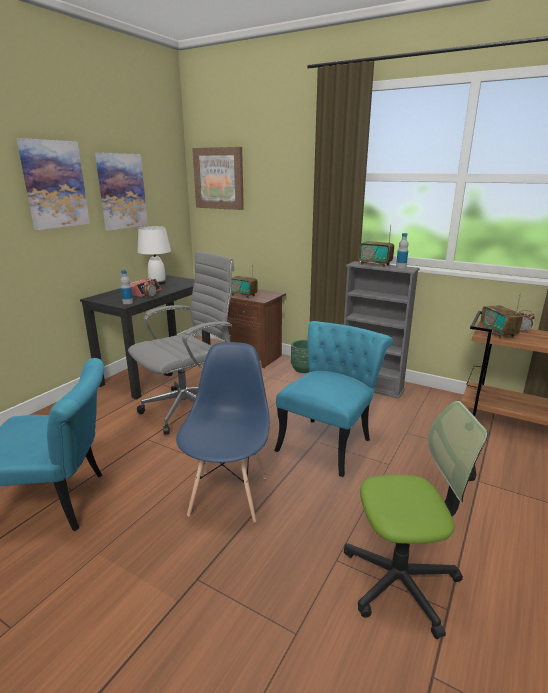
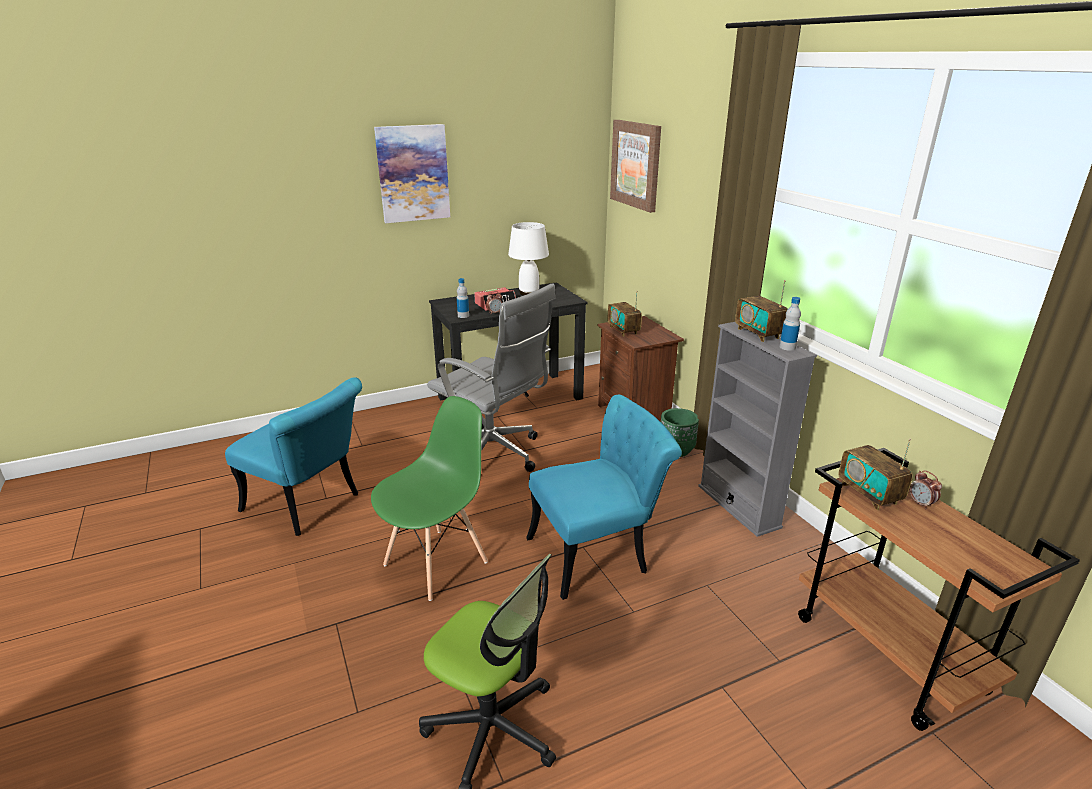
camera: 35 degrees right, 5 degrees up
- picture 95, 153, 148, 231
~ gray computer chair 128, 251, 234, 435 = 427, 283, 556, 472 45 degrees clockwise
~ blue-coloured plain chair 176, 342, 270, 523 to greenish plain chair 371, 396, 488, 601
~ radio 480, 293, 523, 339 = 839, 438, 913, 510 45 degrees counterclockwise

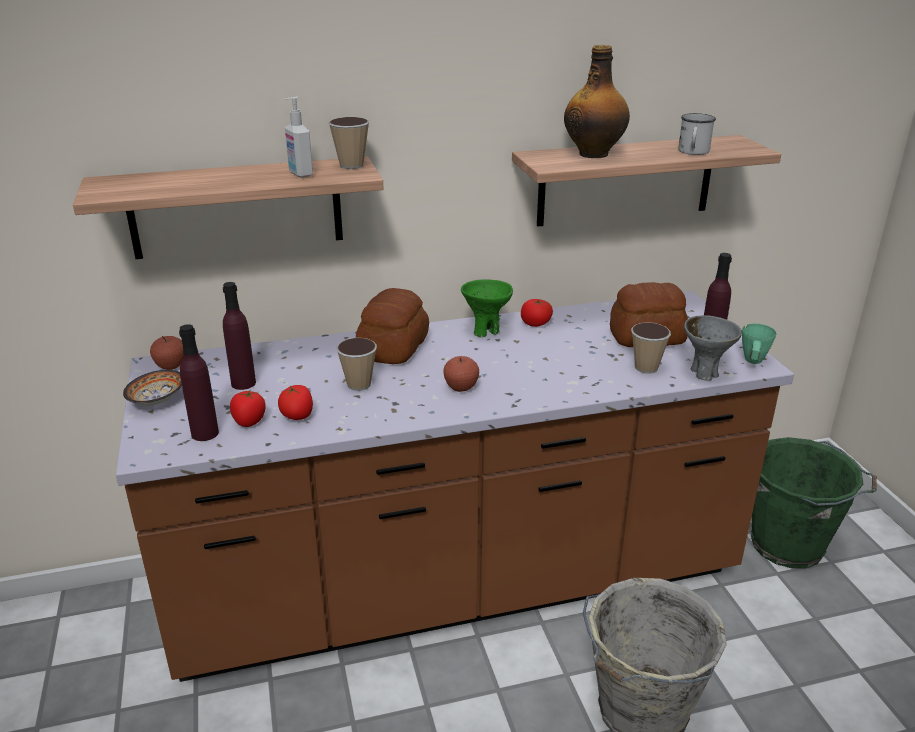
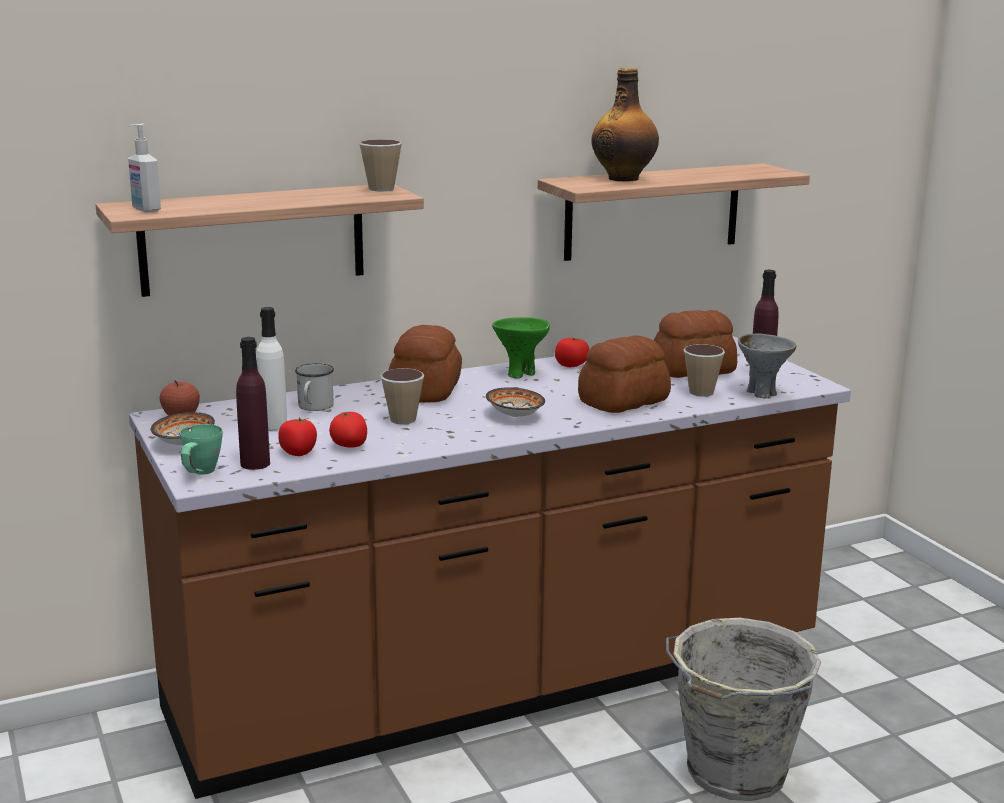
camera: 10 degrees left, 10 degrees down
~ purple bottle 223, 282, 256, 390 to white bottle 256, 307, 287, 430
~ liquid soap bottle 284, 97, 313, 178 to 128, 123, 161, 212
~ whole apple 443, 356, 479, 392 to deep dish 486, 387, 545, 417
~ white mug 678, 113, 716, 155 to 295, 363, 334, 411
~ greenish mug 742, 323, 777, 364 to 180, 424, 223, 475
- greenish bucket 751, 437, 877, 568
+ bakery bread 578, 336, 671, 413

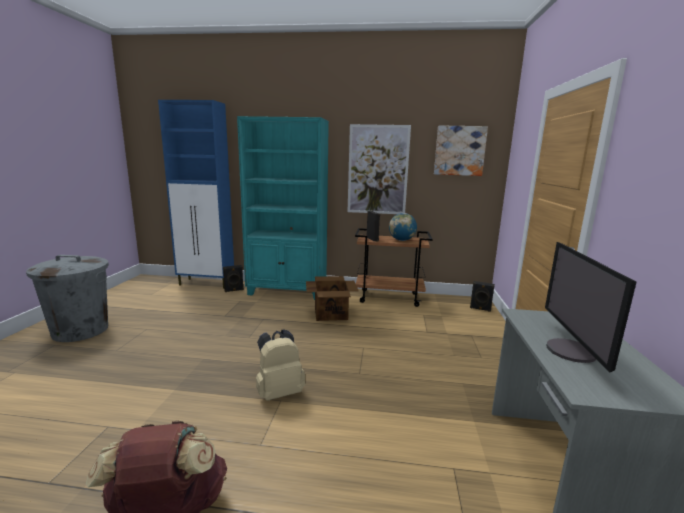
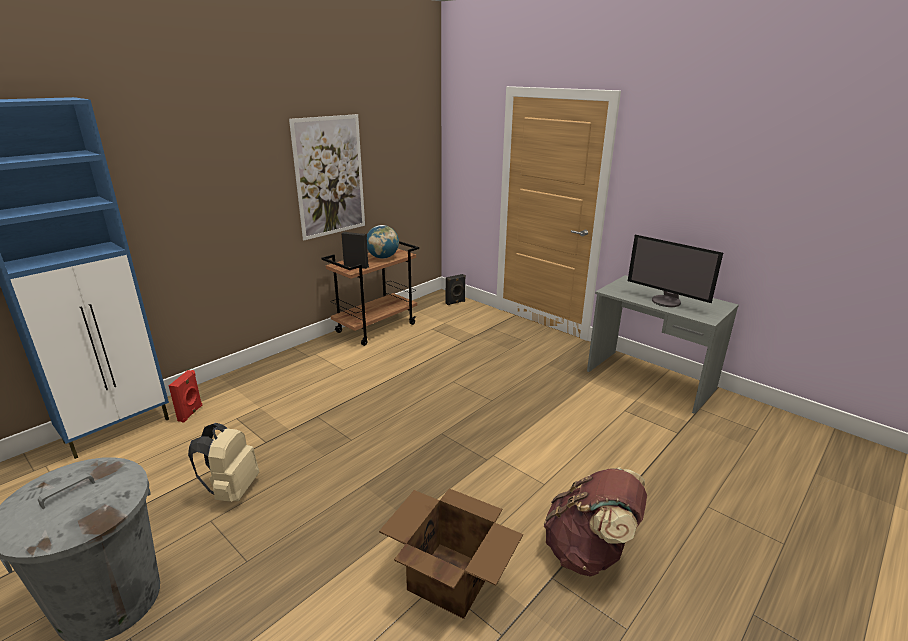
camera: 55 degrees left, 10 degrees up
~ black loudspeaker 223, 265, 244, 292 to red loudspeaker 169, 370, 202, 423
- turquoise-coloured bookcase 237, 116, 329, 300
~ beige-coloured backpack 256, 329, 305, 401 to 188, 423, 259, 502
~ cardboard box 306, 276, 359, 321 to 379, 488, 523, 619
- picture 434, 125, 488, 176

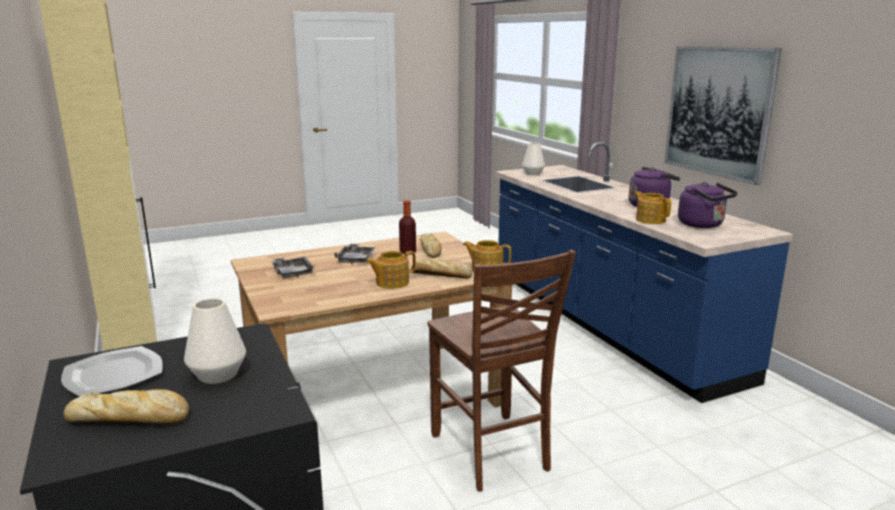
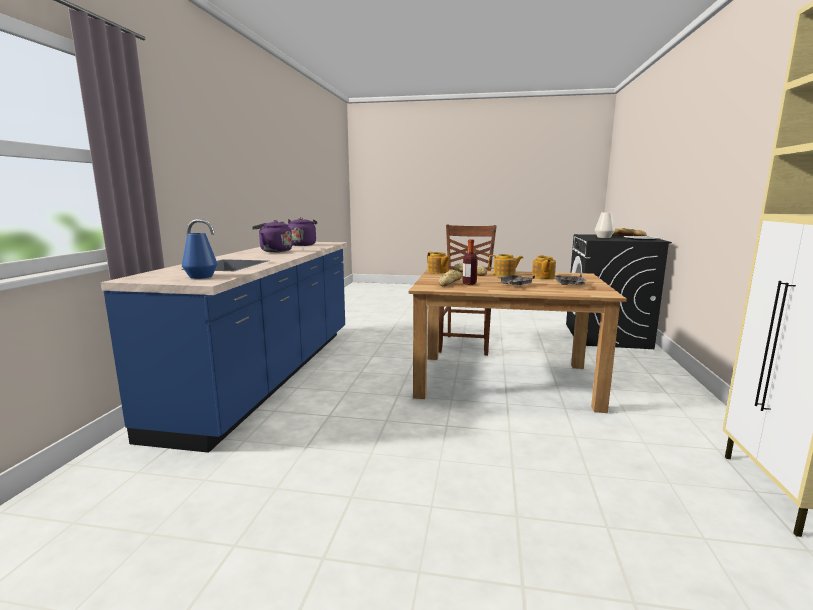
camera: 145 degrees left, 5 degrees down
~ white vase 522, 143, 545, 175 to blue-coloured vase 182, 233, 218, 279
~ teapot 634, 191, 671, 224 to 532, 255, 556, 279
- picture 664, 46, 782, 185

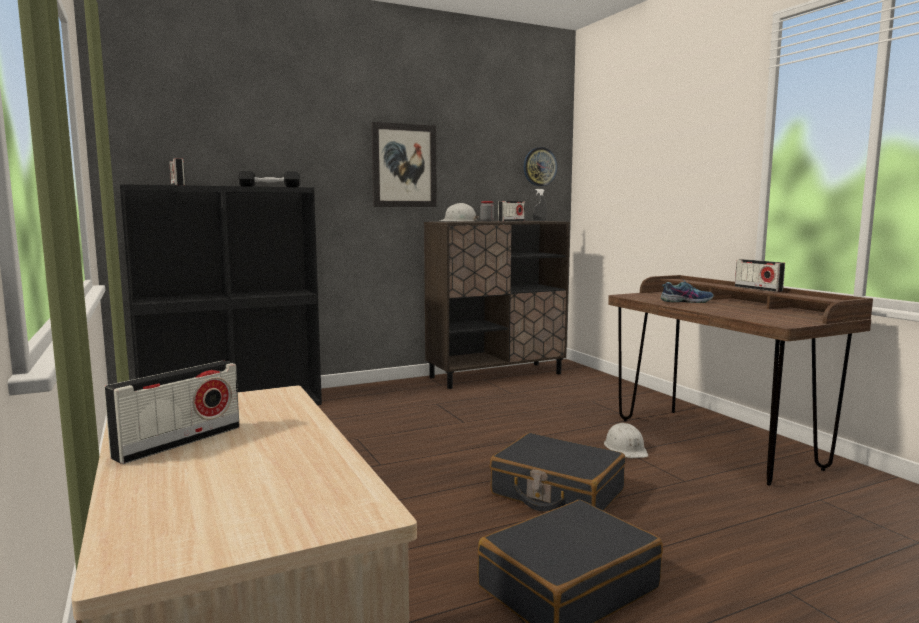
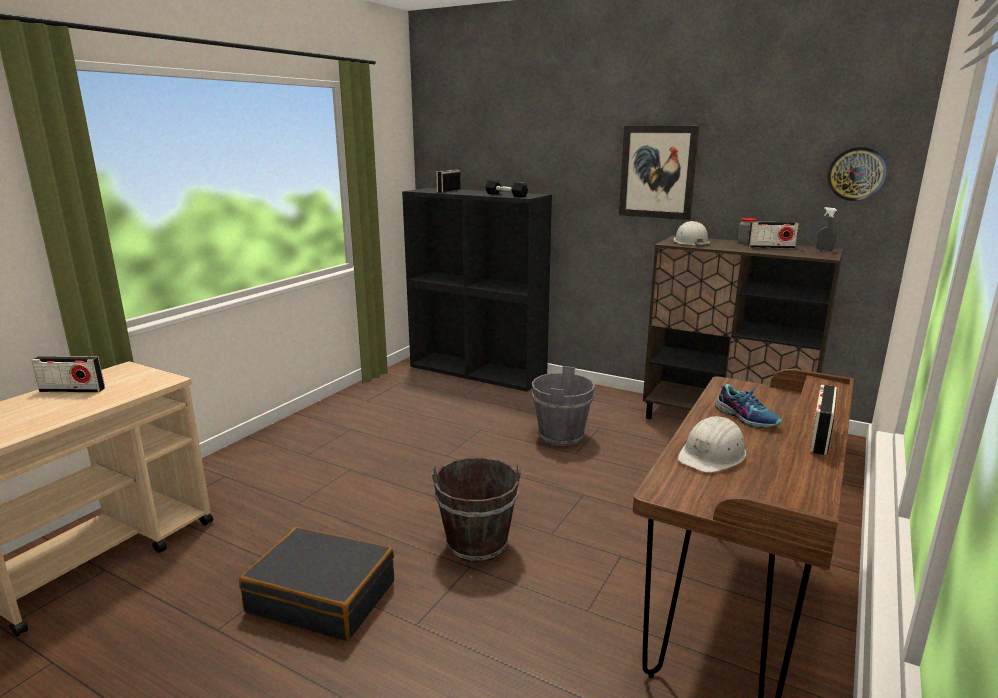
camera: 55 degrees right, 10 degrees up
~ black piece of luggage 490, 433, 625, 511 to brown bucket 432, 457, 521, 563
~ white hard hat 604, 423, 648, 458 to 678, 416, 746, 473
+ gray bucket 532, 366, 595, 446

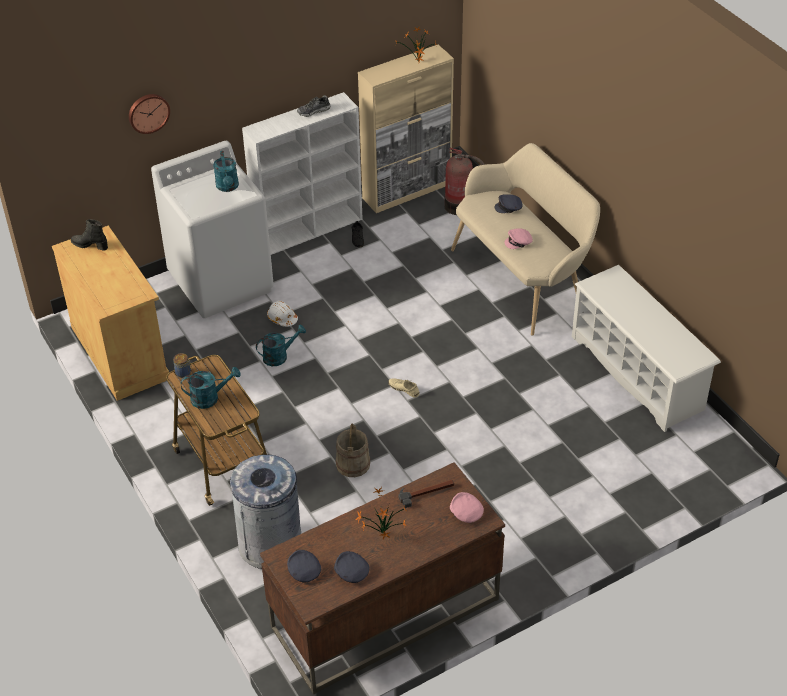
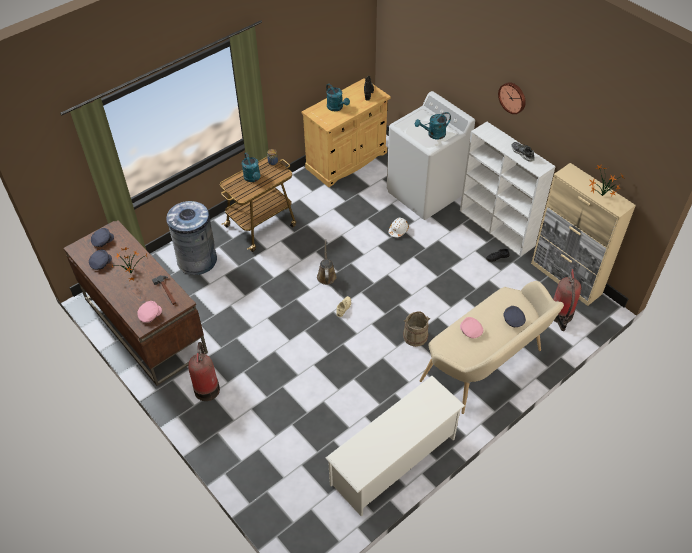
camera: 80 degrees right, 5 degrees up
~ clock on the wall 129, 94, 170, 134 to 498, 82, 526, 114
~ turquoise-coloured sprinkling can 256, 325, 306, 366 to 326, 84, 350, 111
~ beige-coloured bucket 336, 423, 370, 477 to 403, 311, 430, 347
+ extinguisher 188, 342, 220, 401
+ brown sprinkling can 317, 239, 337, 285

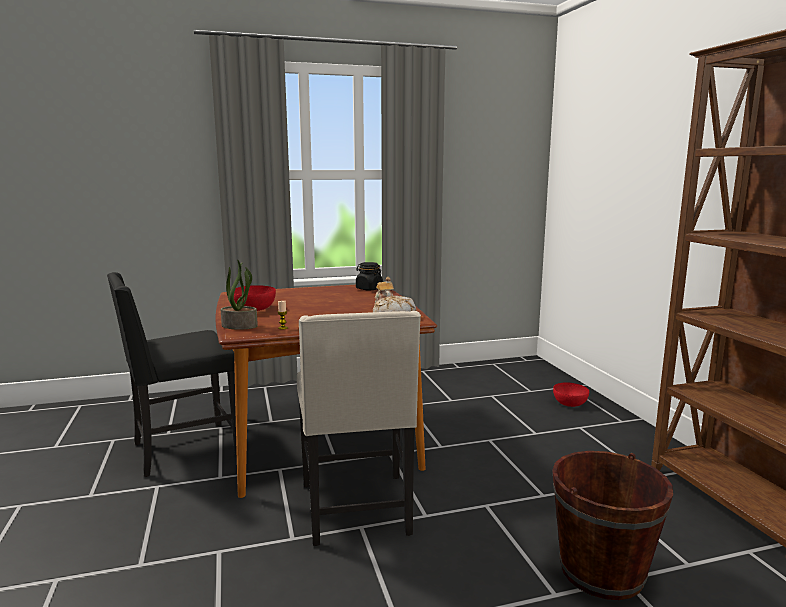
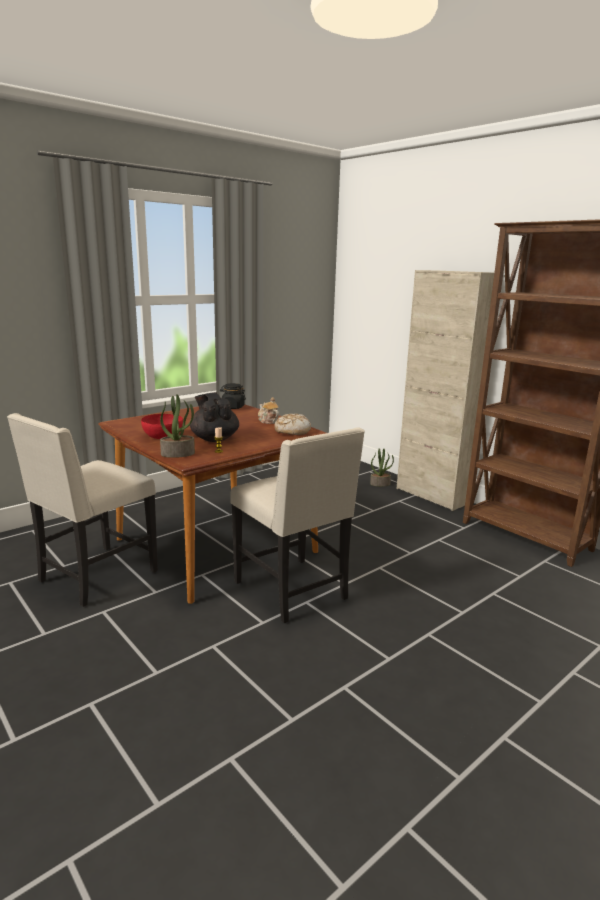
camera: 25 degrees left, 5 degrees up
~ black plain chair 107, 272, 237, 477 to beige-coloured plain chair 7, 413, 158, 607
- brown bucket 552, 451, 673, 600
~ red deep dish 553, 383, 589, 407 to houseplant 370, 448, 394, 487
+ black teapot 190, 392, 239, 442
+ beige-coloured storage cabinet 397, 270, 494, 511

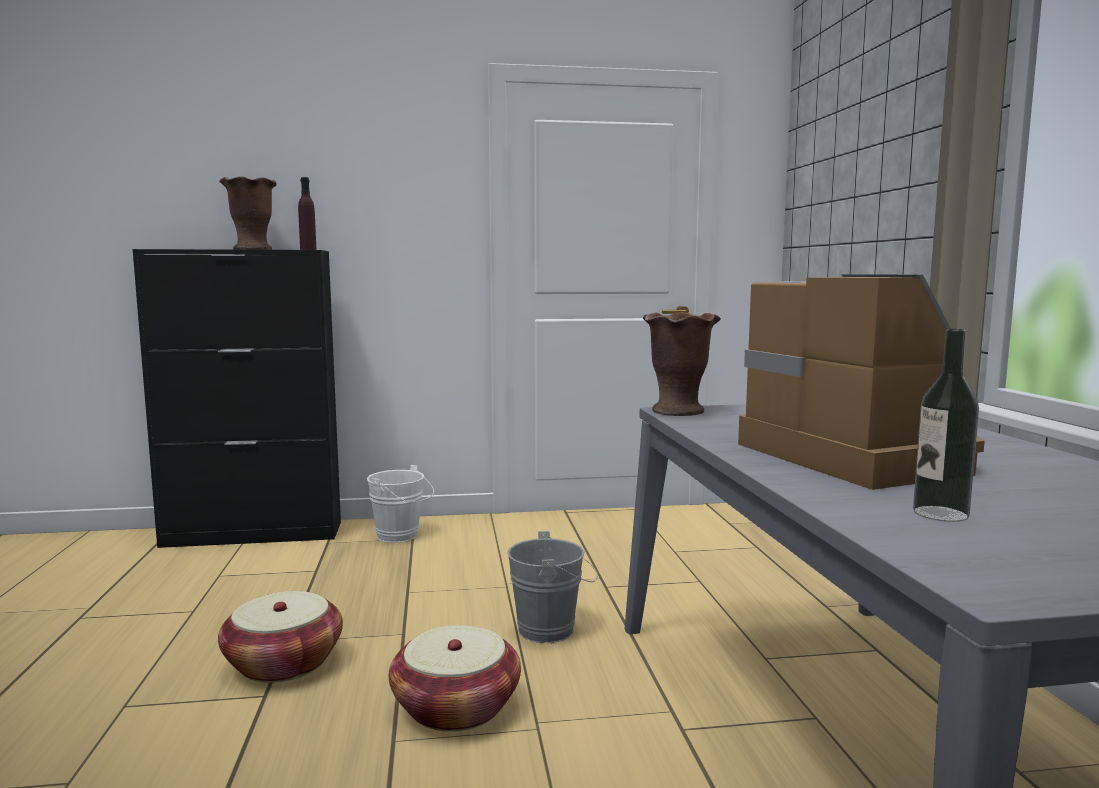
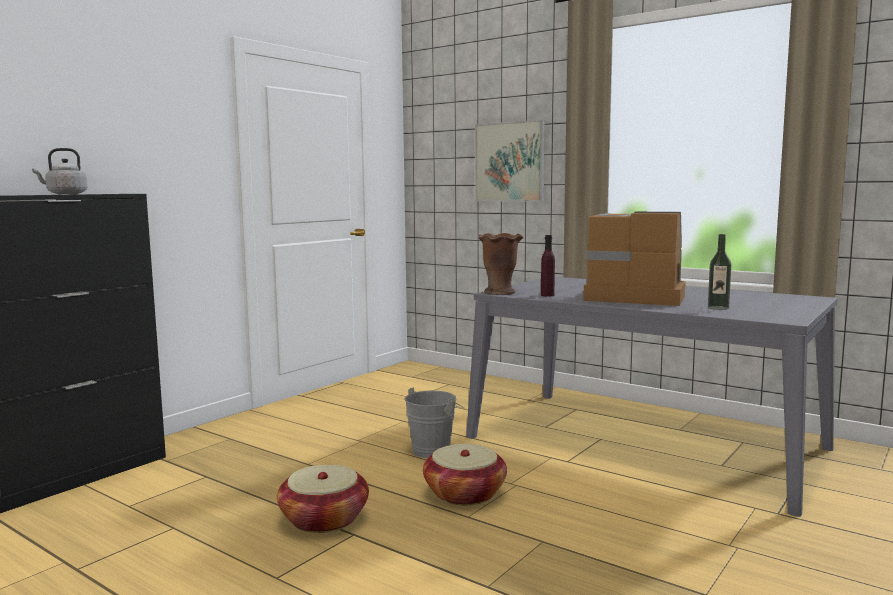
camera: 45 degrees left, 0 degrees up
~ brown vase 219, 176, 277, 250 to gray kettle 32, 148, 87, 194
~ purple bottle 298, 177, 316, 250 to 541, 235, 555, 297
- white bucket 367, 465, 434, 542
+ picture 475, 120, 545, 202

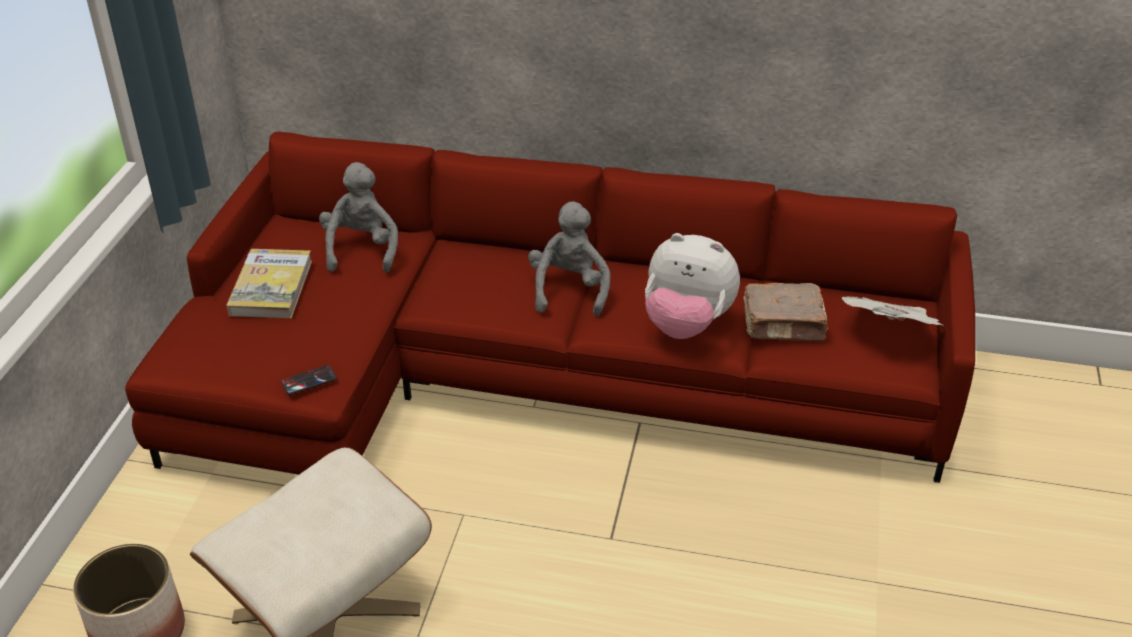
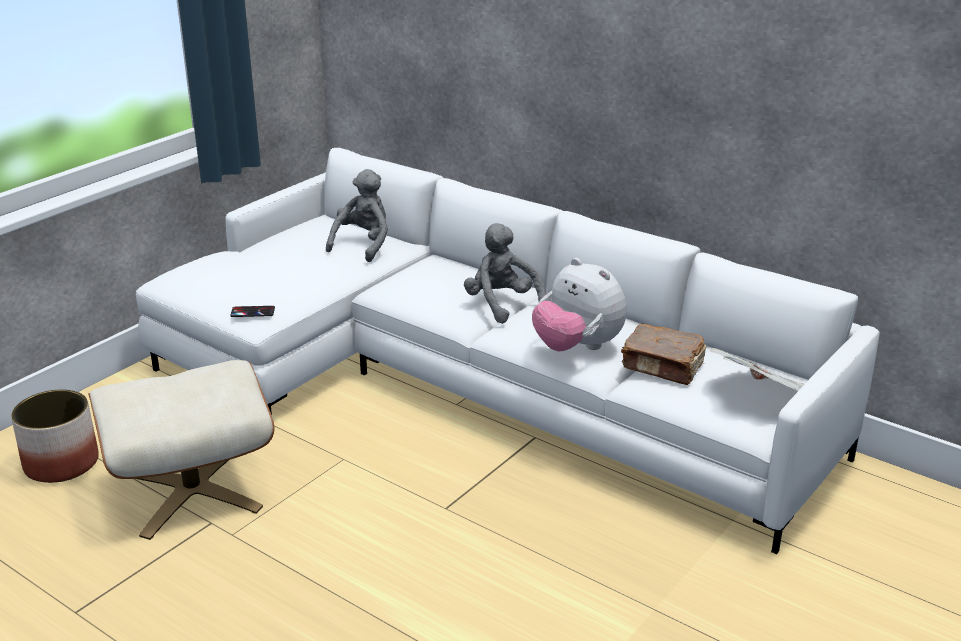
camera: 25 degrees right, 10 degrees down
~ red settee 125, 132, 975, 483 to white settee 136, 148, 880, 554
- volume 227, 249, 312, 318
~ gray cuddly toy 528, 202, 610, 317 = 464, 223, 546, 324 60 degrees counterclockwise

